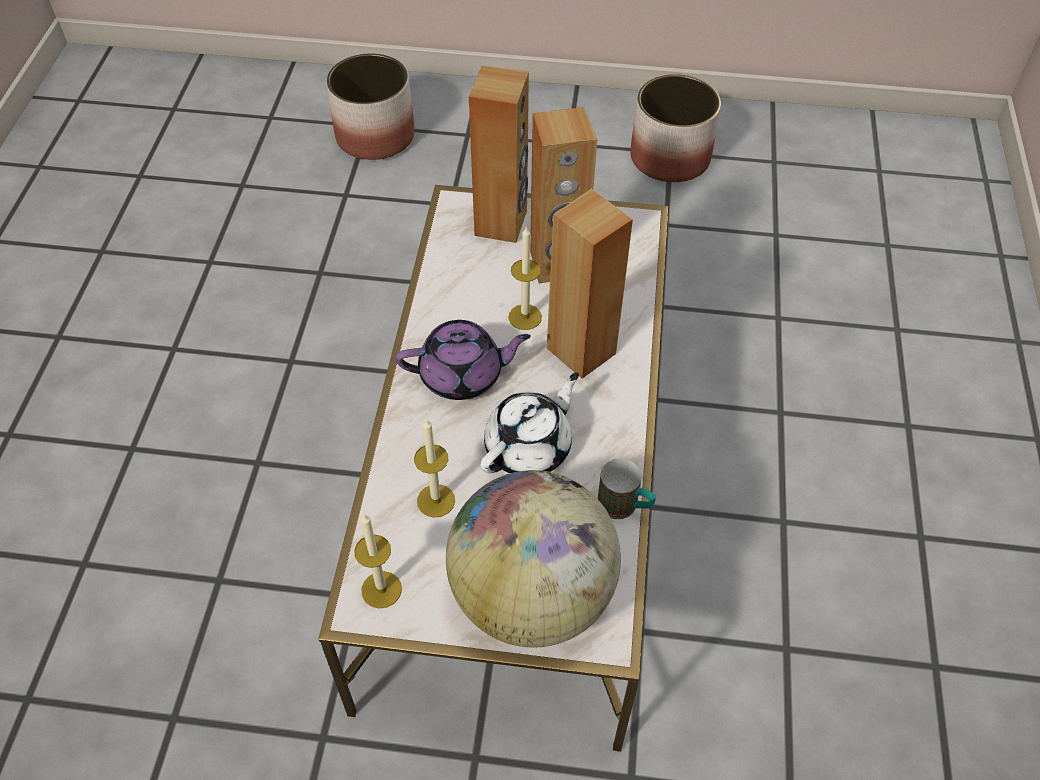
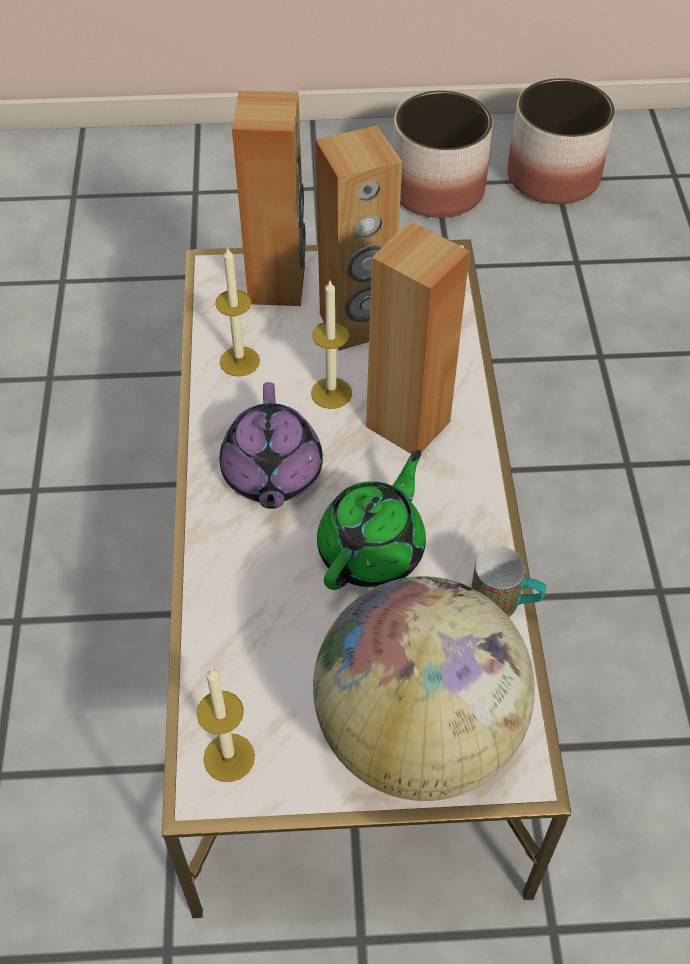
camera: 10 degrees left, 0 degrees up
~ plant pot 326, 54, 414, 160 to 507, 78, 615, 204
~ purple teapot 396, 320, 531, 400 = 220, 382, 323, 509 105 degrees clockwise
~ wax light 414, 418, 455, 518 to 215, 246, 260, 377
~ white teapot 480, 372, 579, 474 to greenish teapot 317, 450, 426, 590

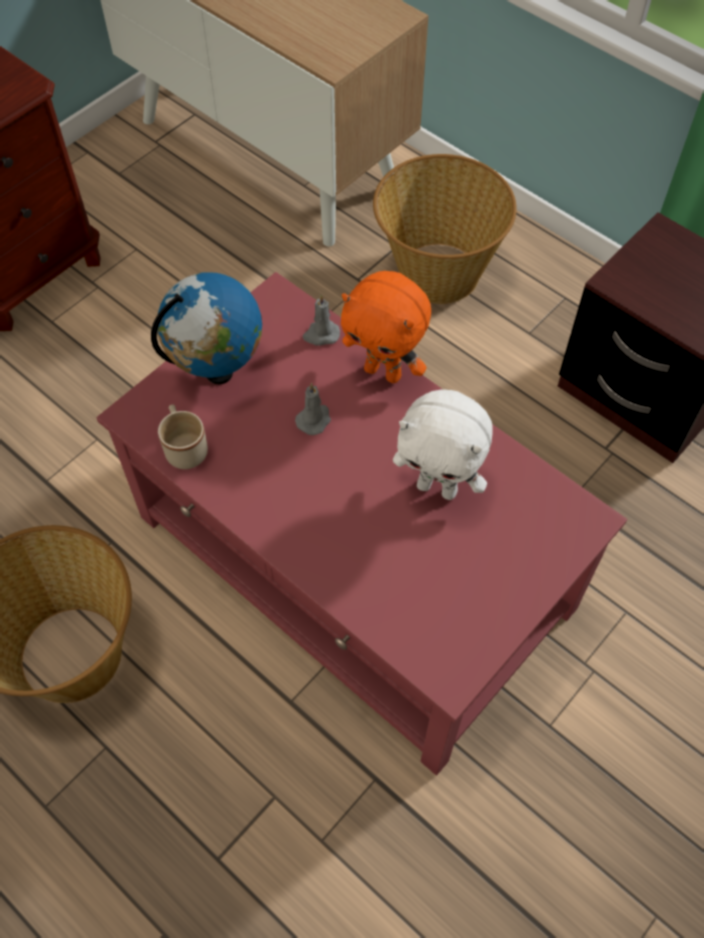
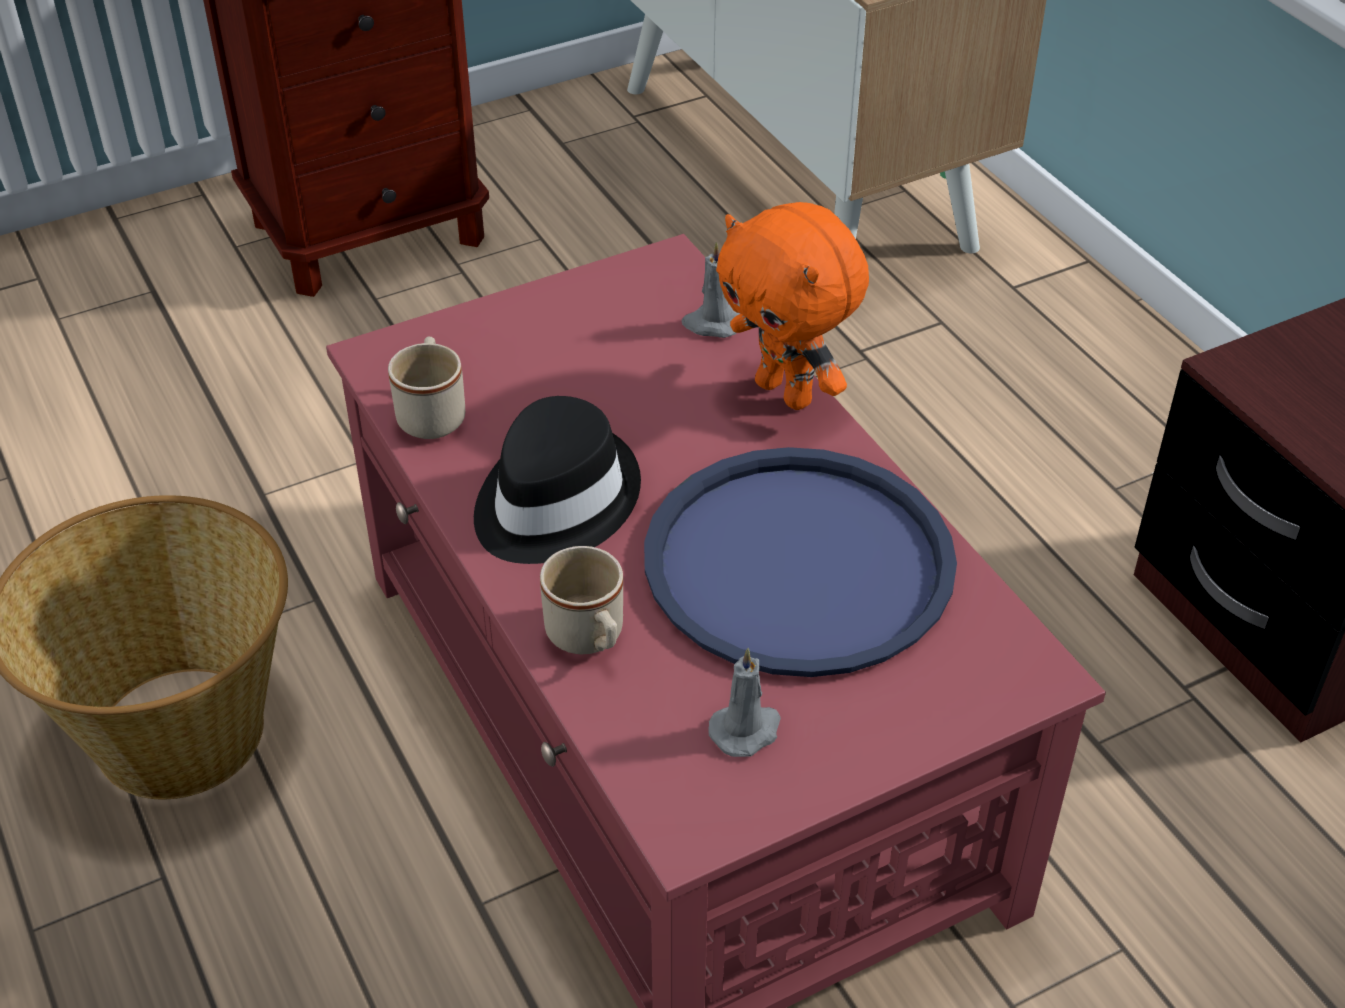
camera: 20 degrees right, 15 degrees down
- desk globe 151, 272, 262, 384
~ gray wax light 295, 383, 331, 435 to 708, 648, 781, 757
- basket 373, 154, 517, 304
~ white cuddly toy 393, 389, 493, 500 to blue-coloured tray 644, 447, 957, 677
+ black clothing hat 474, 396, 641, 564
+ beige-coloured mug 540, 546, 623, 654

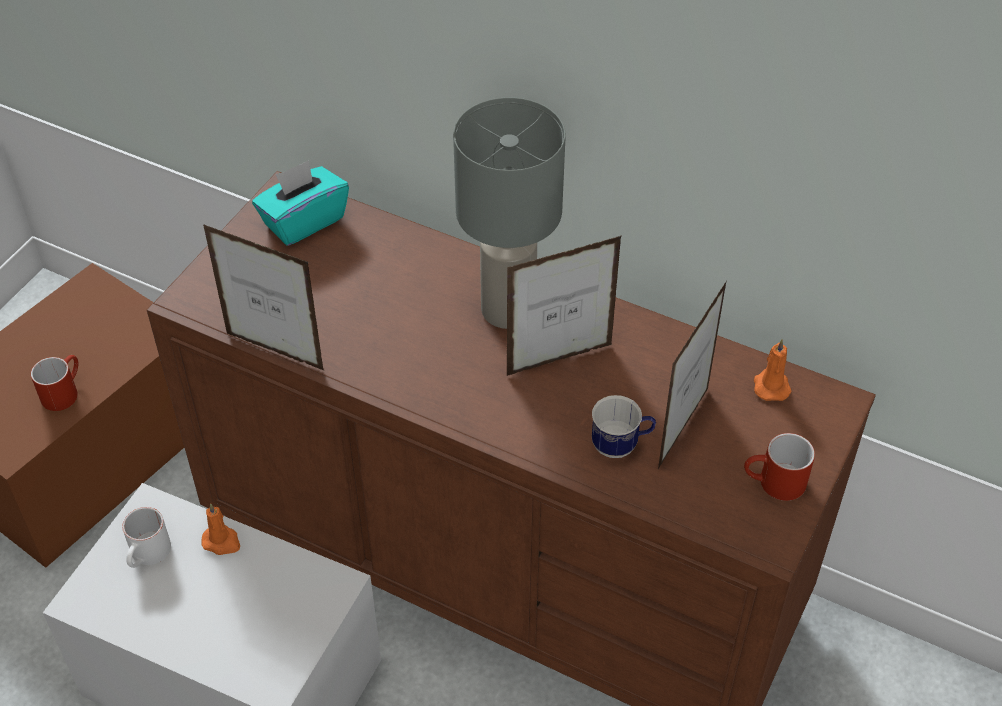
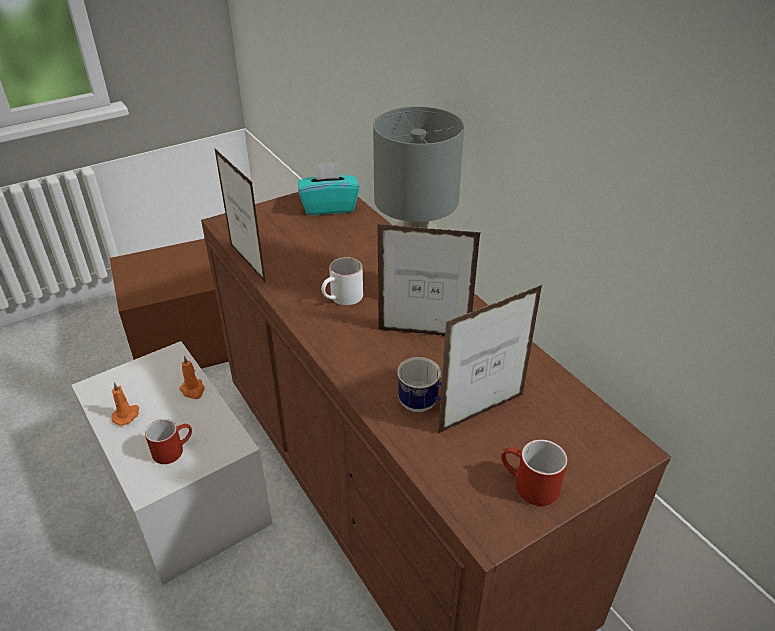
camera: 30 degrees right, 10 degrees down
~ red mug 31, 355, 78, 411 to 145, 419, 192, 464
~ white mug 122, 507, 171, 568 to 321, 257, 363, 305
~ orange-coloured wax light 754, 339, 792, 401 to 111, 382, 139, 426

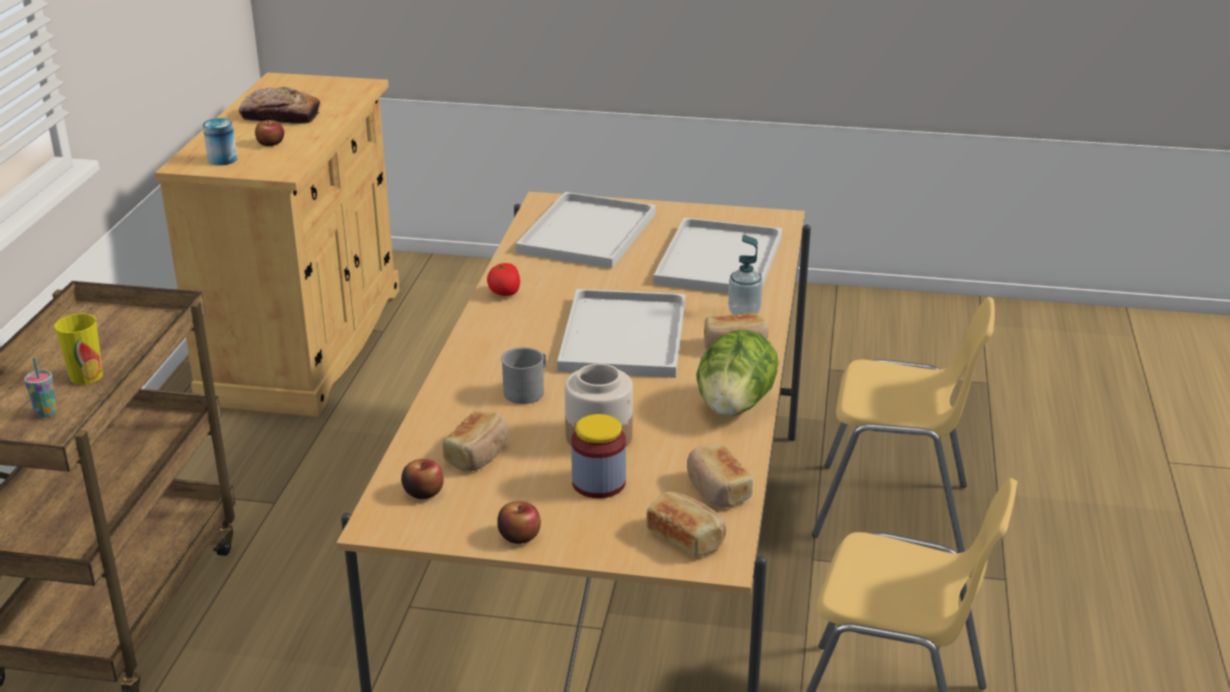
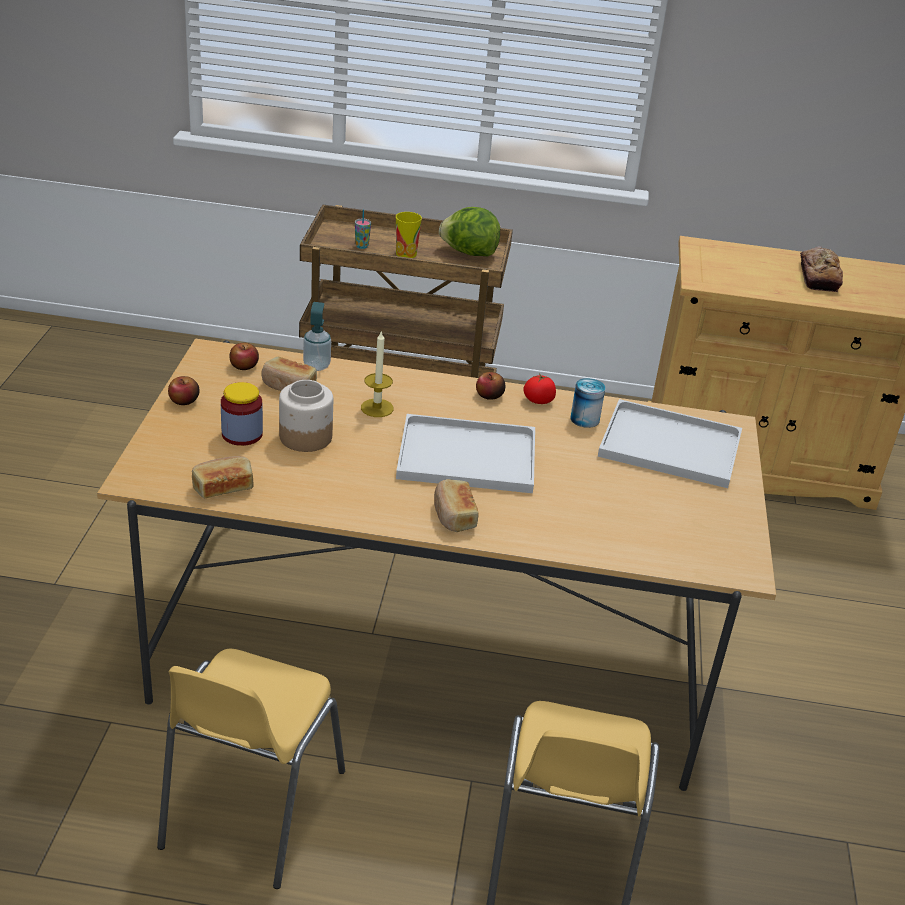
camera: 85 degrees right, 5 degrees up
~ can 202, 118, 237, 166 to 570, 378, 606, 428
~ whole apple 255, 120, 284, 146 to 476, 372, 505, 400
~ gray mug 501, 347, 546, 404 to wax light 361, 330, 394, 417
- bakery bread 646, 492, 726, 556
- white tray 653, 218, 782, 294
~ head of lettuce 696, 329, 779, 416 to 439, 207, 500, 256
~ liquid soap bottle 728, 235, 763, 316 to 303, 302, 331, 371

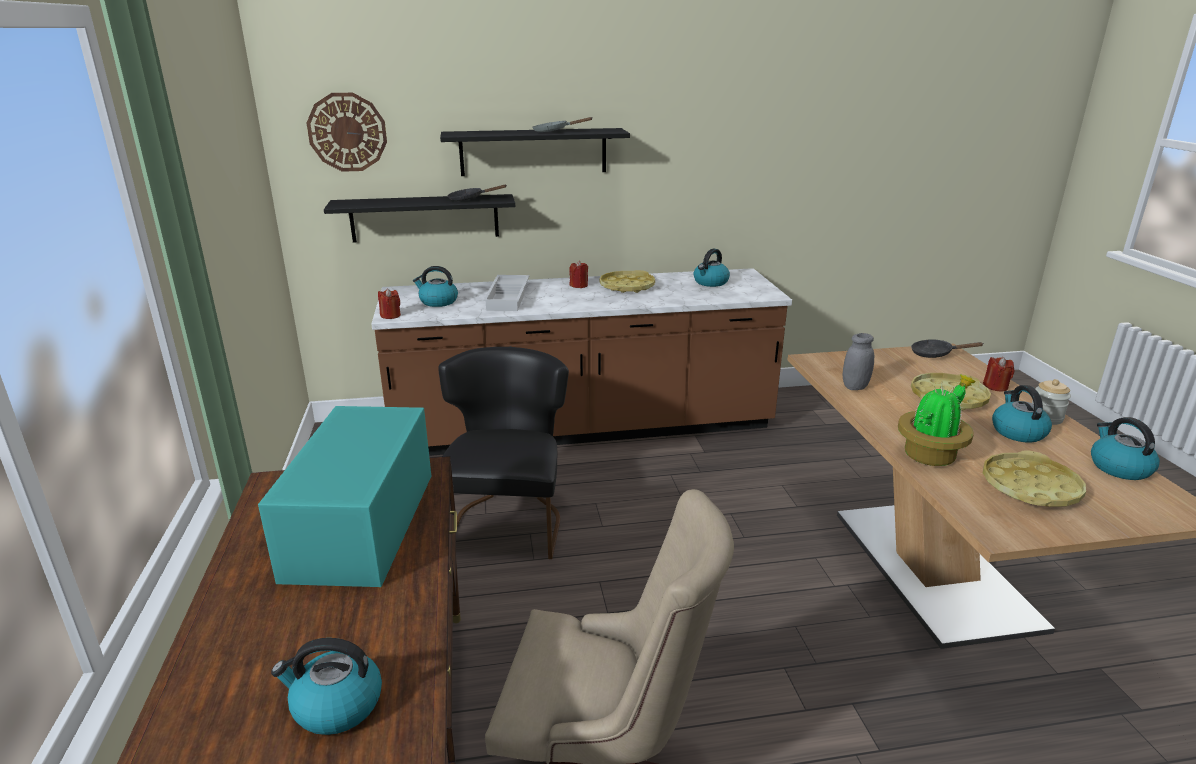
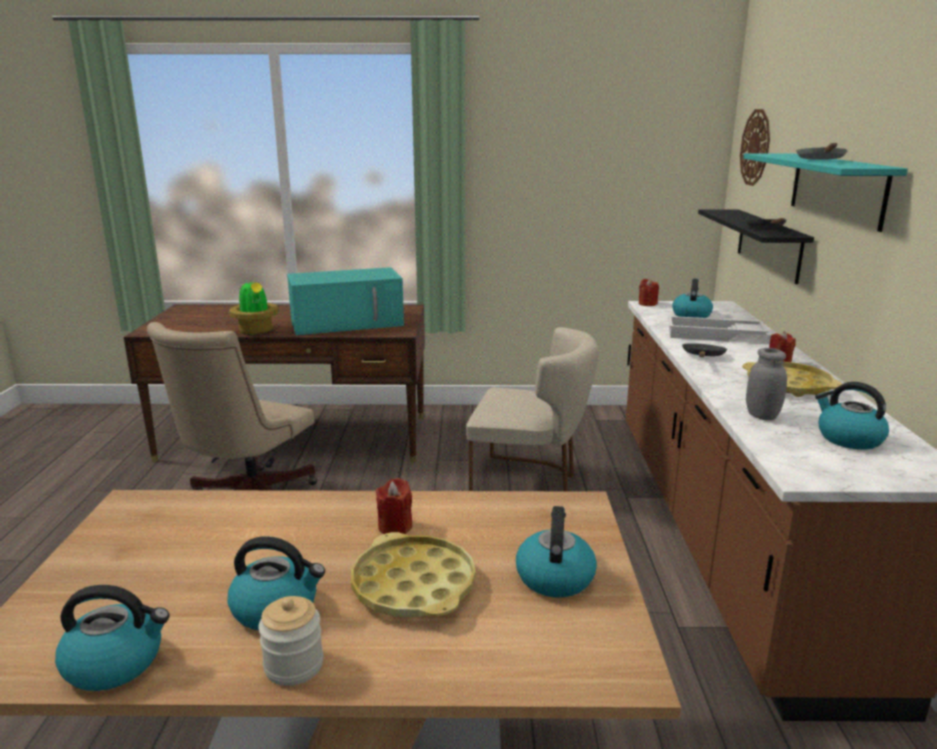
camera: 100 degrees right, 5 degrees down
~ turquoise-coloured kitchen microwave 258, 406, 431, 587 = 287, 267, 404, 335 150 degrees clockwise
~ kettle 271, 638, 382, 735 to 516, 506, 597, 597
~ black plain chair 438, 346, 569, 559 to beige-coloured plain chair 466, 327, 599, 491
~ black wall shelf 440, 128, 630, 176 to turquoise-coloured wall shelf 743, 153, 908, 232
~ gray jar 843, 333, 874, 390 to 746, 348, 787, 420
~ houseplant 898, 375, 975, 466 to 229, 278, 279, 334
~ black skillet 911, 339, 983, 358 to 682, 343, 727, 357
~ red wax light 983, 357, 1014, 392 to 376, 478, 413, 534
- yellow-coloured tray 983, 451, 1086, 507

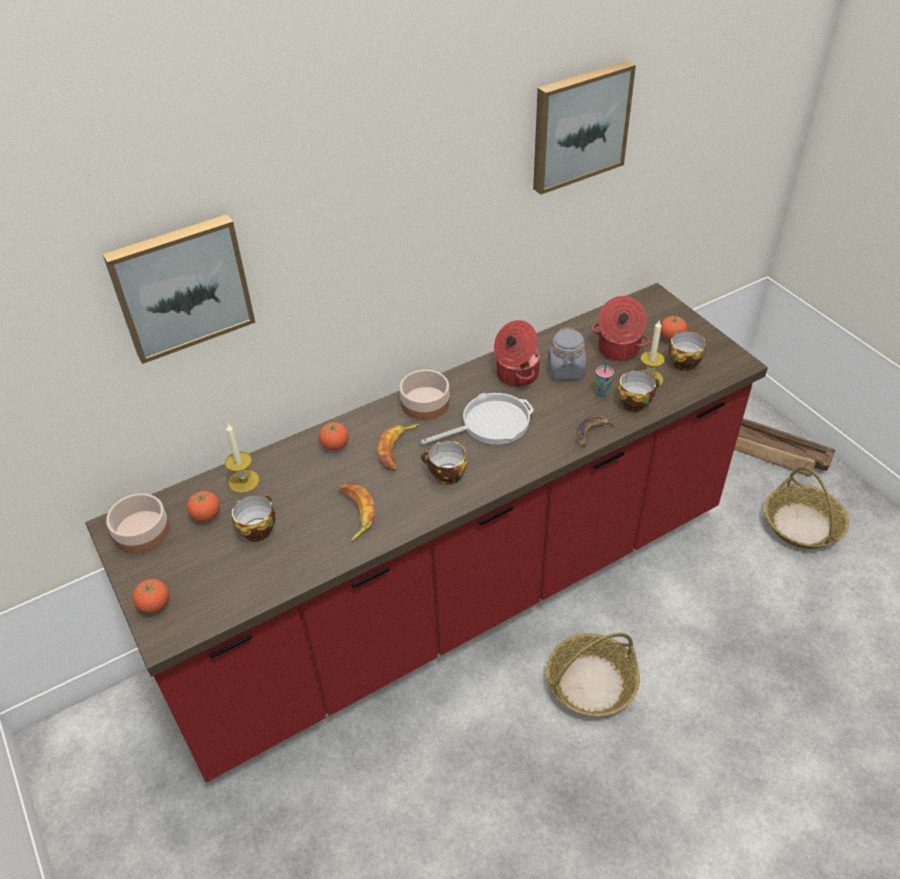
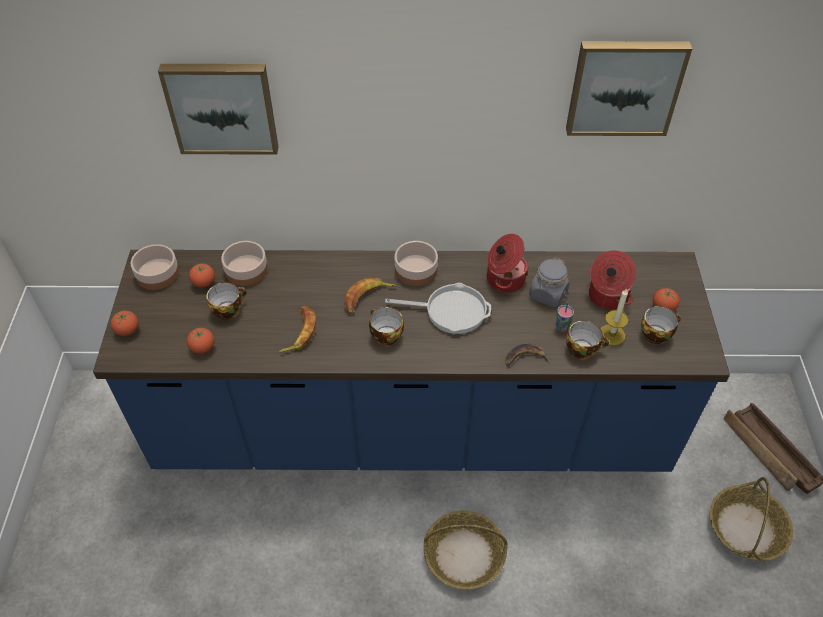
camera: 30 degrees right, 5 degrees up
~ red kitchen counter 85, 283, 768, 782 to blue-coloured kitchen counter 93, 250, 730, 472
~ wax light 225, 424, 259, 493 to deep dish 221, 241, 268, 286
~ fresh tomato 319, 422, 349, 451 to 187, 328, 215, 354

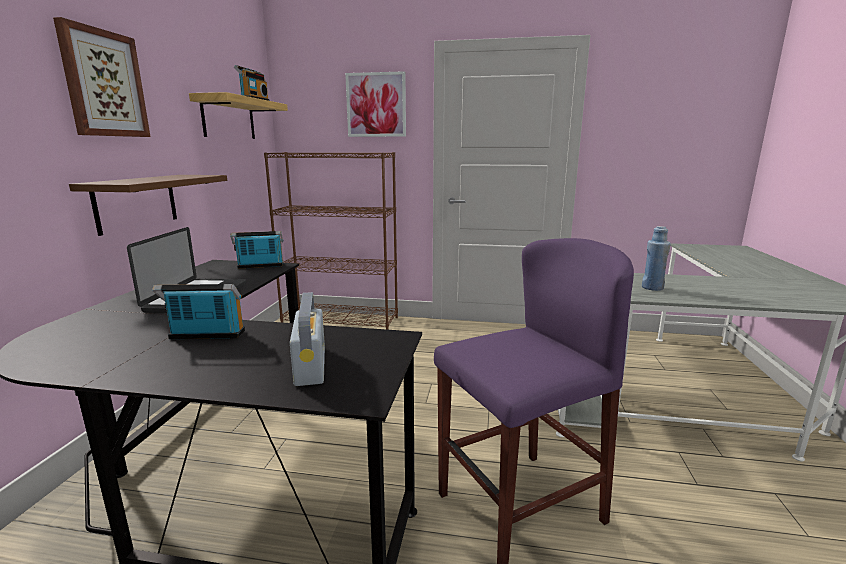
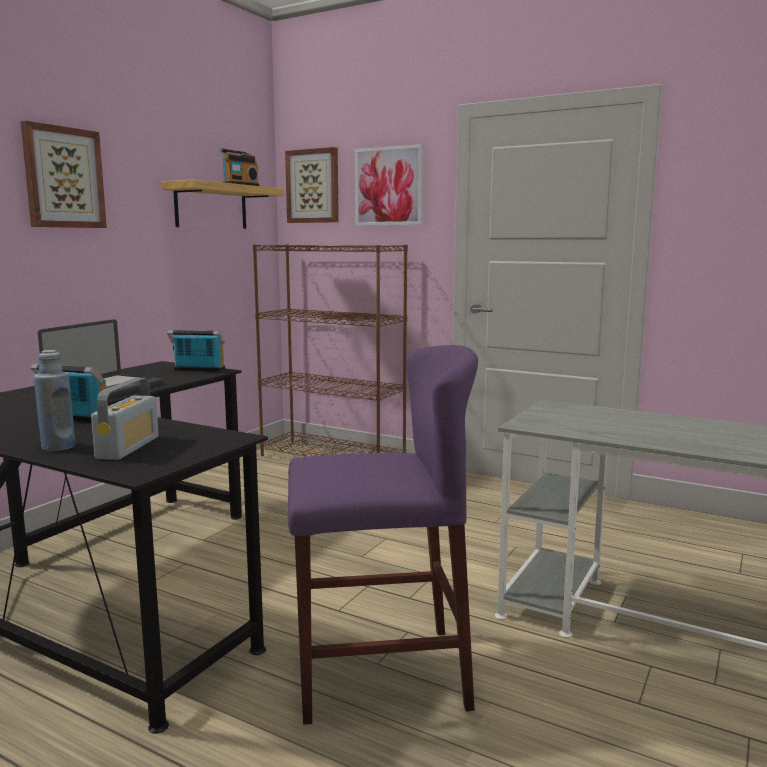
camera: 20 degrees right, 5 degrees down
- brown wall shelf 69, 175, 227, 236
~ blue-coloured bottle 642, 226, 671, 291 to 34, 350, 75, 451
+ picture 285, 147, 339, 223

